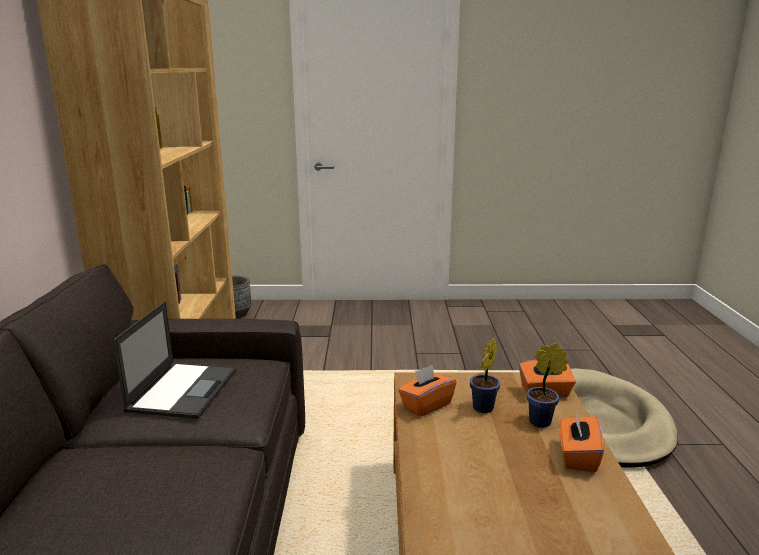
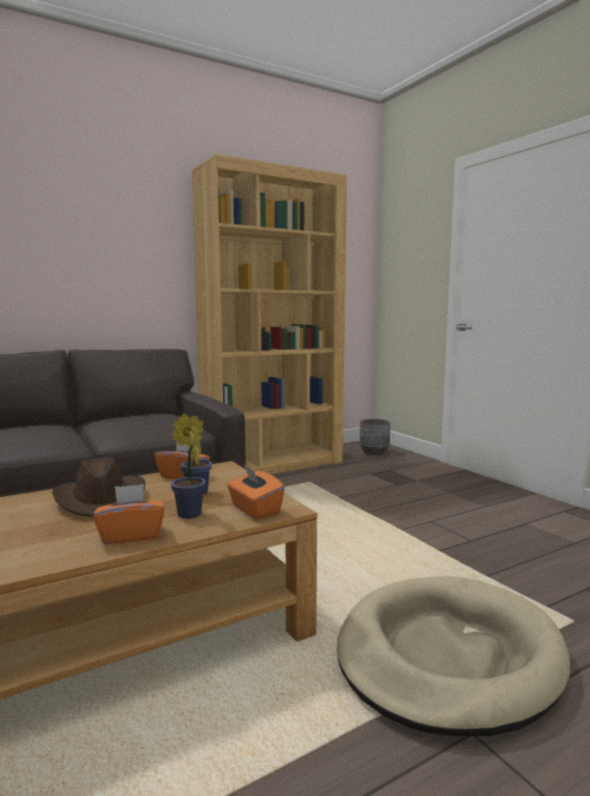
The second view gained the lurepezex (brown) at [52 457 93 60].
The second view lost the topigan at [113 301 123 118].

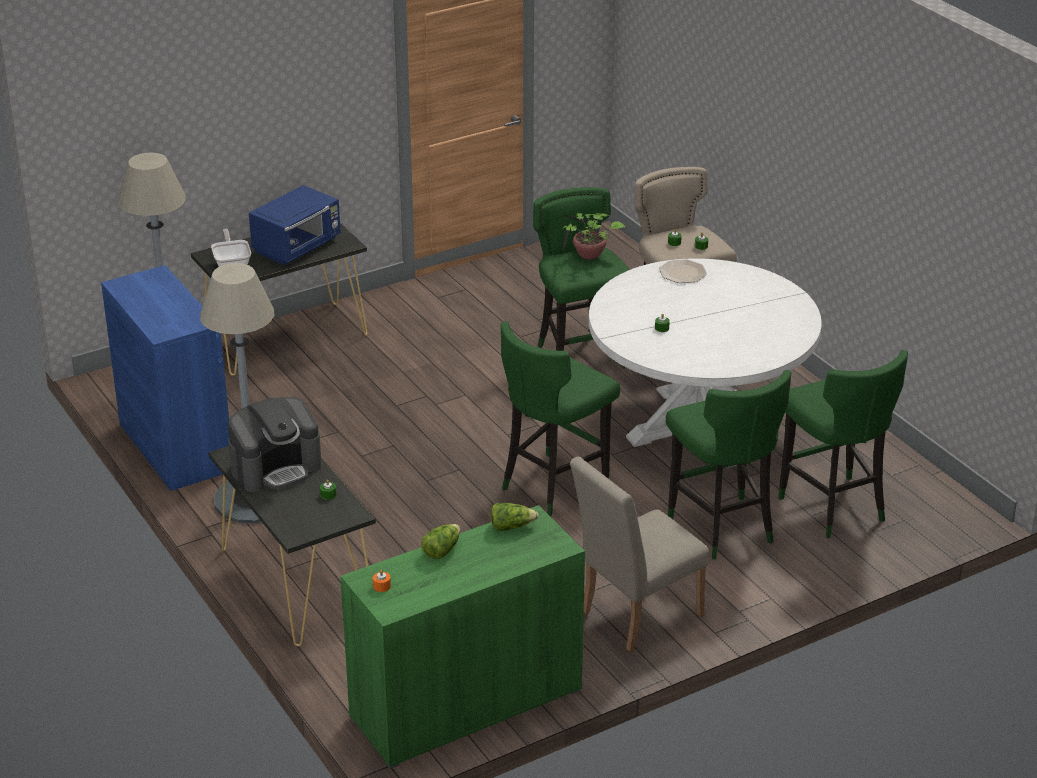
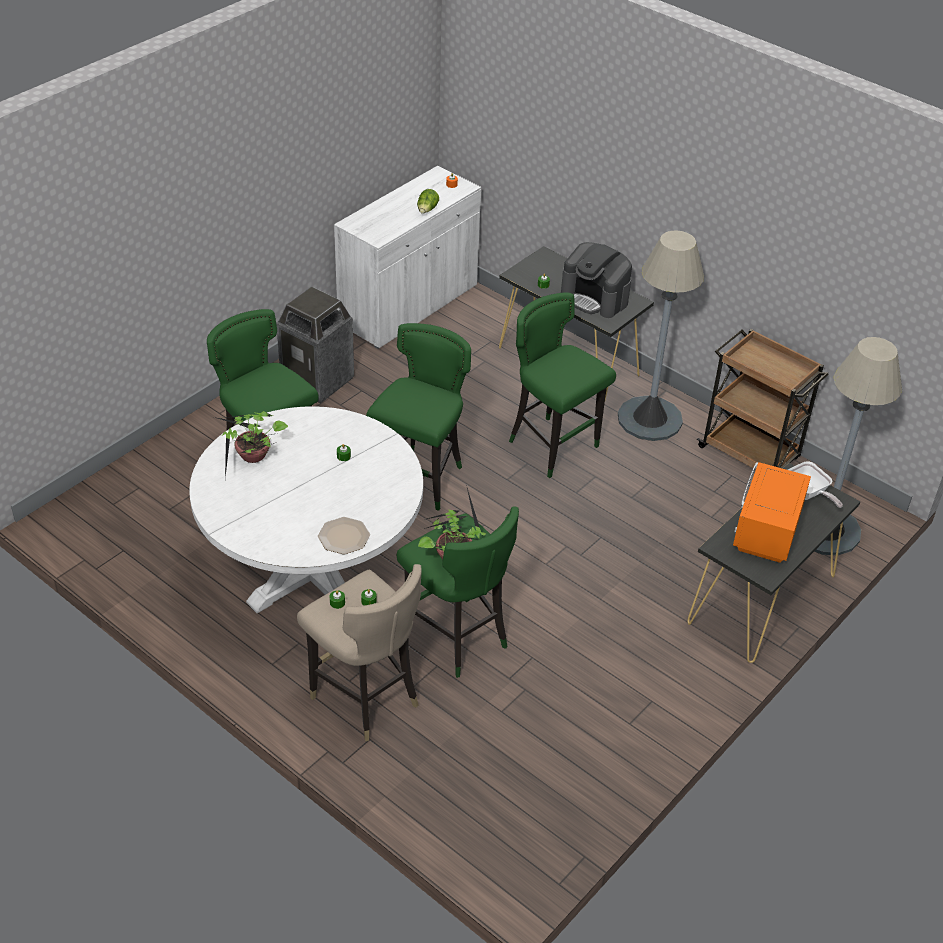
The second view gained the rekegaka at [214 411 74 67].
Where the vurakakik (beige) stood at [570 457 139 195], the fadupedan came to stand at [276 286 78 118].
What was the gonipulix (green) at [341 505 244 264] turned into the gonipulix (white) at [334 166 147 183].
The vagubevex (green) ended up elsewhere, having gone from [778 350 130 188] to [509 292 107 186].
The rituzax at [228 397 94 95] ended up facing another way, 90 degrees counterclockwise from before.
Where the gonipulix (blue) stood at [101 265 128 226], the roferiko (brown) came to stand at [697 329 132 141].
What was the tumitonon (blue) at [249 185 92 80] turned into the tumitonon (orange) at [733 462 78 101].
The second view lost the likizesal at [491 503 48 28].

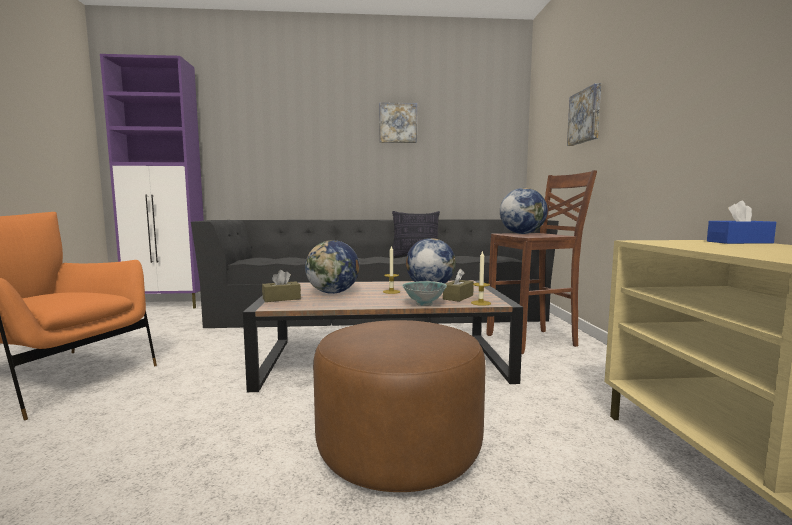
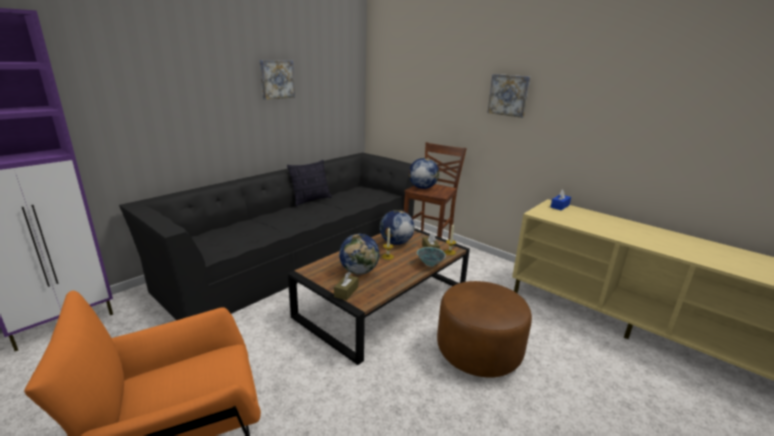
The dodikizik ended up elsewhere, having gone from [567 83 34 63] to [487 74 43 44].

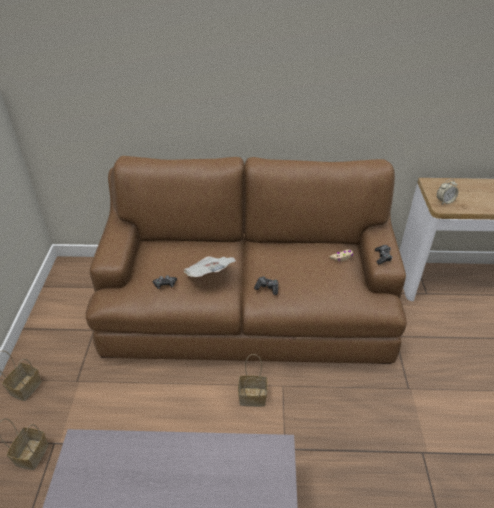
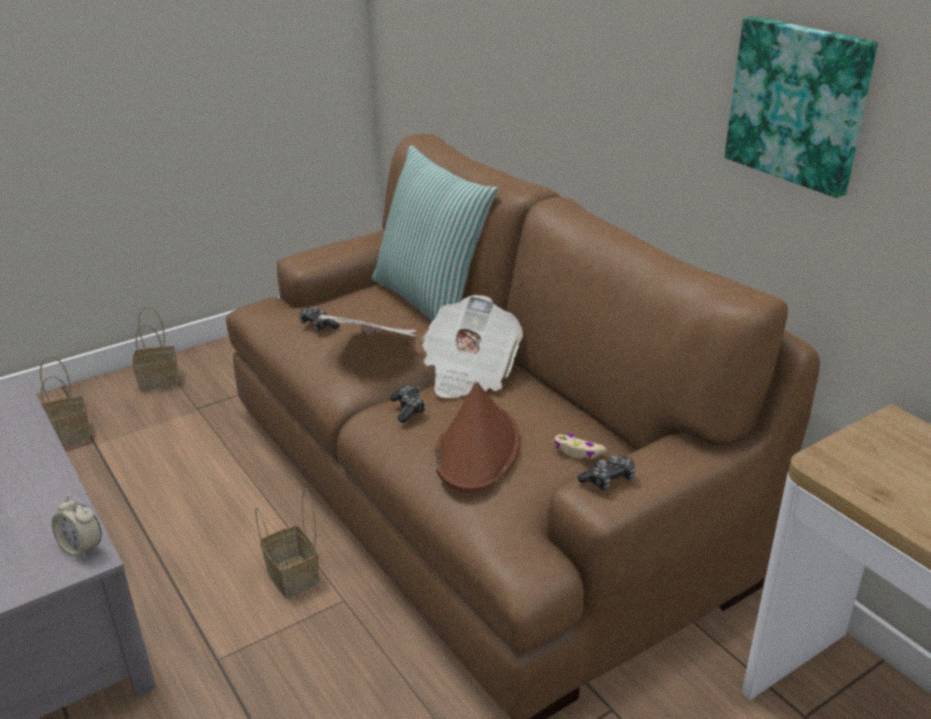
The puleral ended up elsewhere, having gone from [437 179 21 25] to [52 496 49 63].
The second view gained the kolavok at [372 145 125 176].
The second view gained the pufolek at [422 295 101 103].
The second view gained the lurepezex (brown) at [435 382 85 110].
The second view gained the dodikizik at [725 16 153 182].

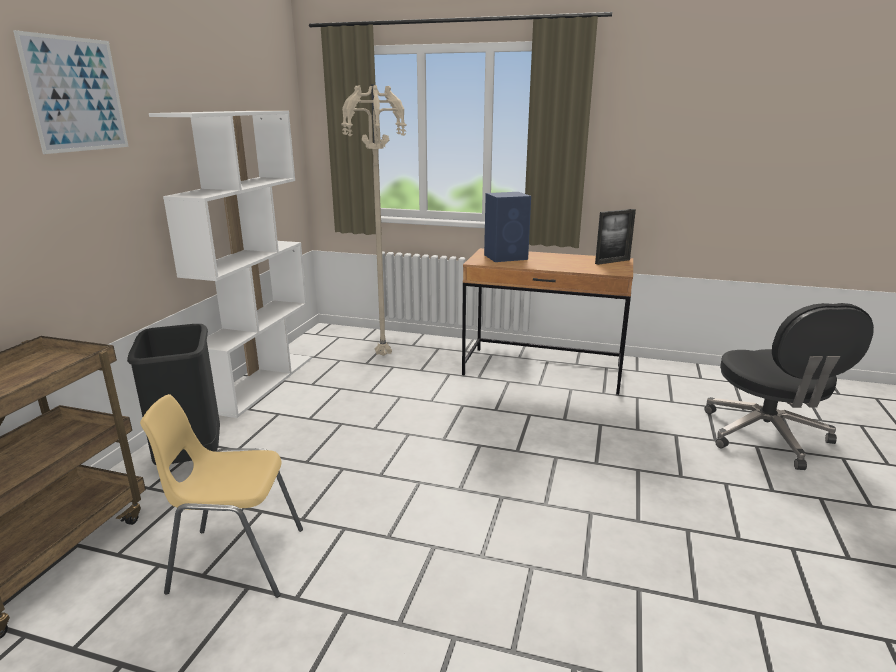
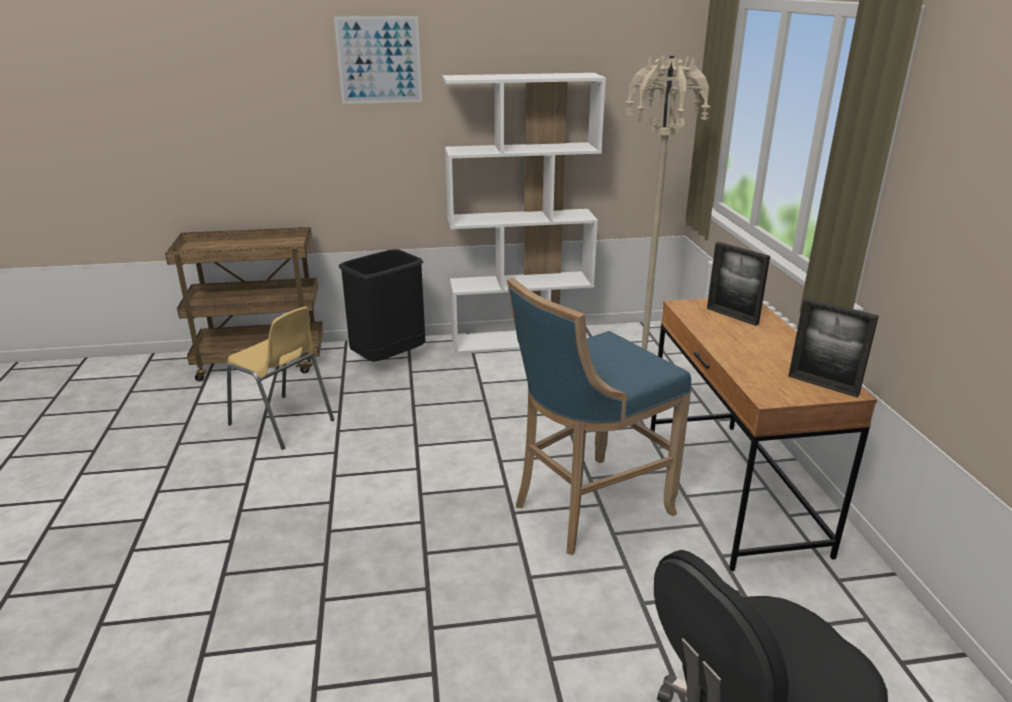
The vurakakik (yellow) at [140 394 163 204] ended up facing another way, 150 degrees clockwise from before.
The second view gained the vagubevex (blue) at [507 278 184 277].
Where the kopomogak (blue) stood at [484 192 47 70], the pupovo came to stand at [707 242 63 84].

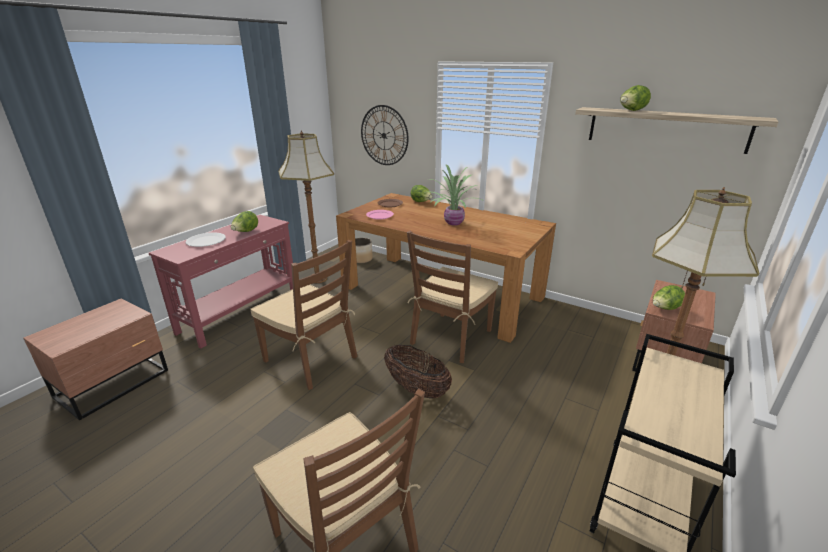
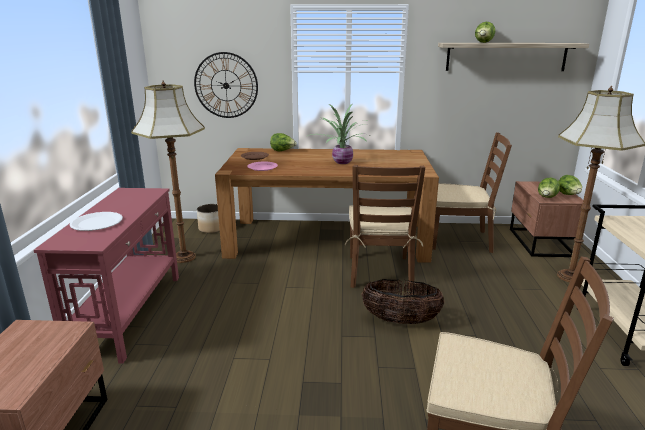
The vurakakik (brown) ended up elsewhere, having gone from [250 240 107 150] to [432 132 80 121].
The likizesal ended up elsewhere, having gone from [231 211 27 21] to [558 175 24 20].

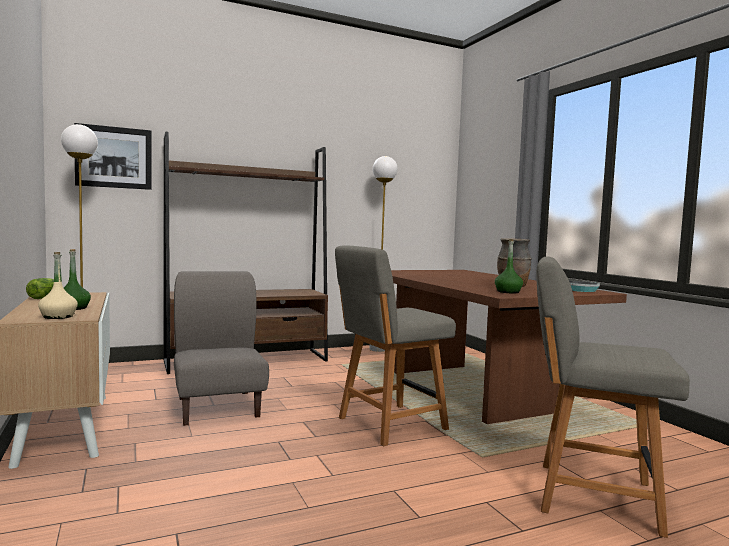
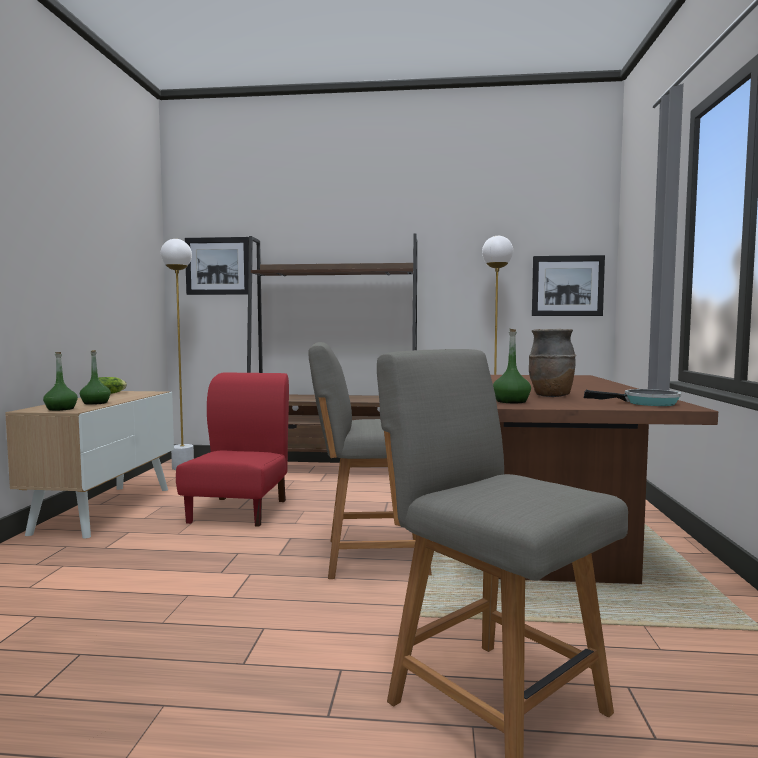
What was the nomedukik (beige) at [38 252 40 67] turned into the nomedukik (green) at [43 352 35 59].
What was the vurakakik (grey) at [174 271 95 155] turned into the vurakakik (red) at [176 372 113 155].
The second view gained the dodikizik at [532 255 73 61].

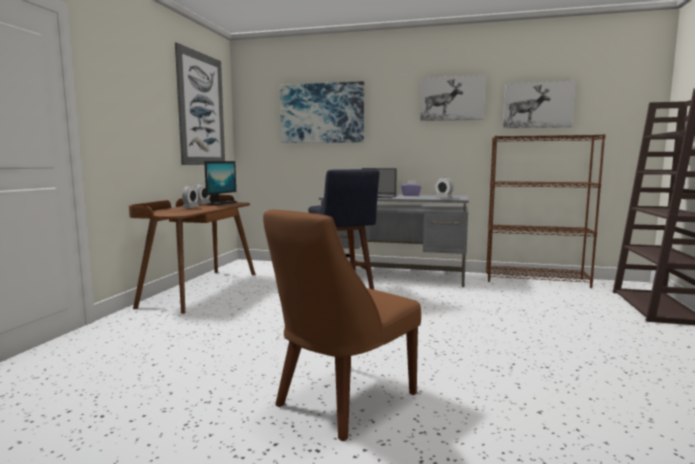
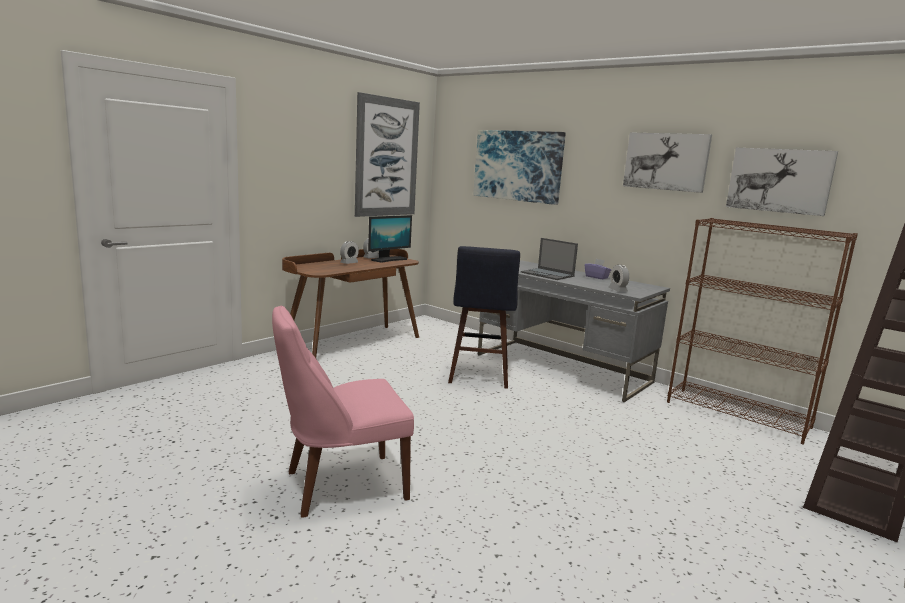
What was the vurakakik (brown) at [263 210 158 231] turned into the vurakakik (pink) at [272 306 142 212].

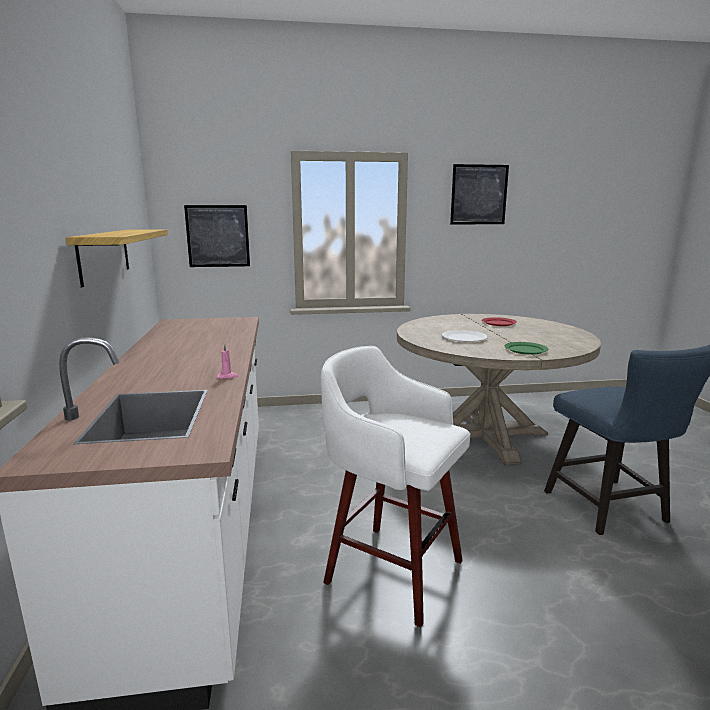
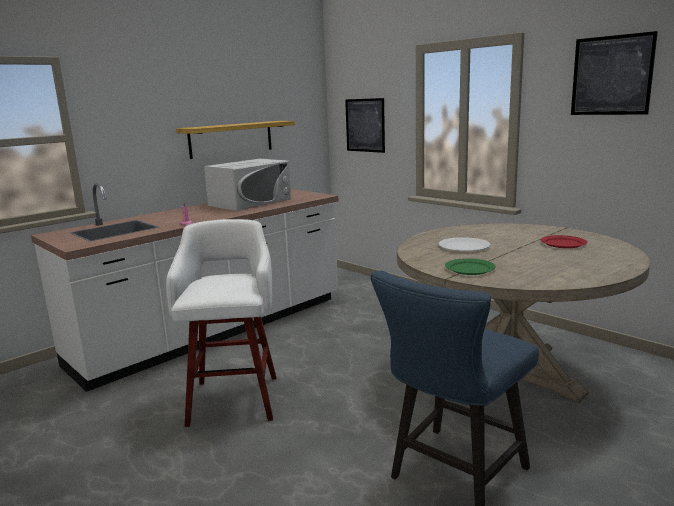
The second view gained the tumitonon (white) at [204 159 87 52].

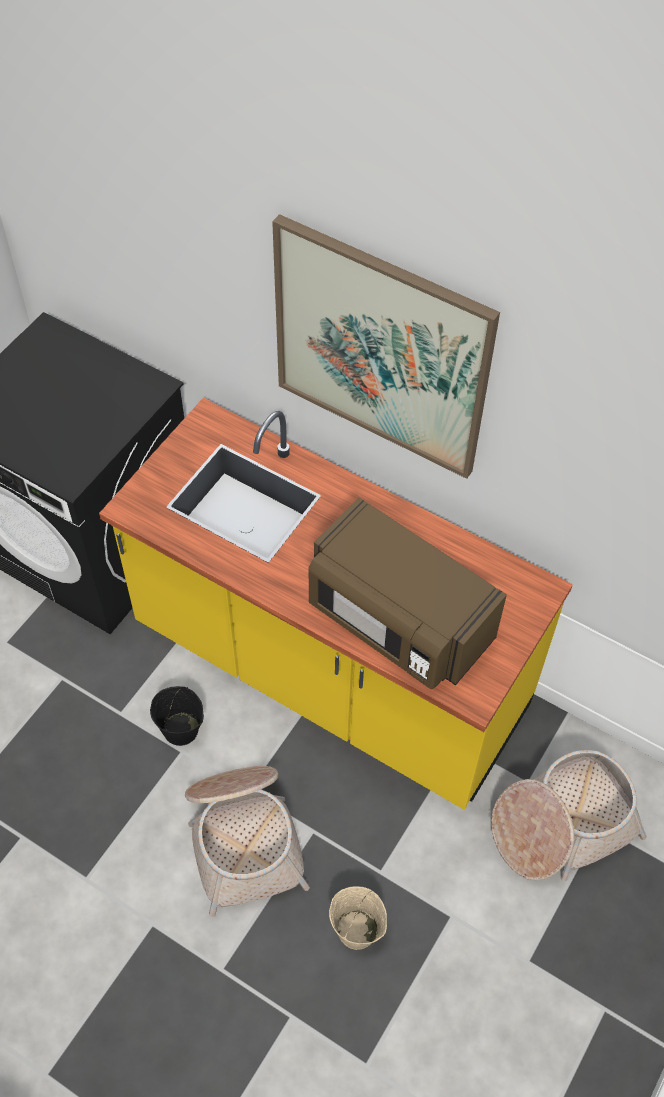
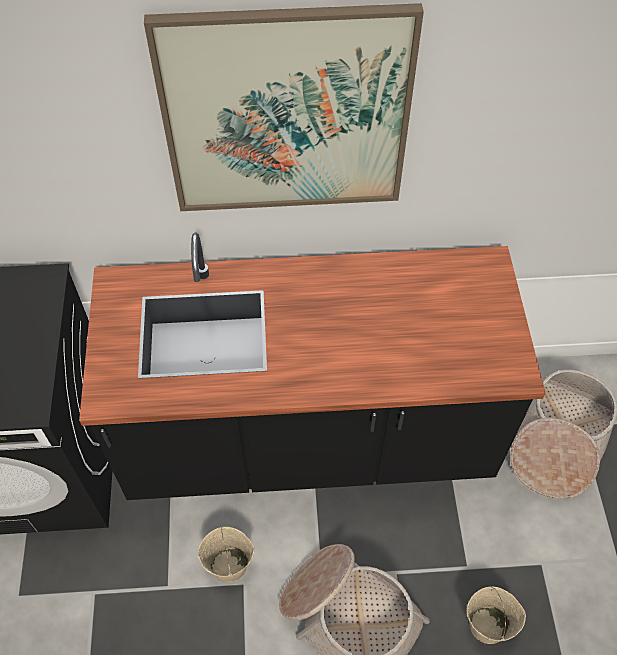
What was the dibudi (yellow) at [99 398 474 412] turned into the dibudi (black) at [79 233 467 267].
What was the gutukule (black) at [150 686 54 60] turned into the gutukule (beige) at [198 527 57 56].
The second view lost the tumitonon (brown) at [309 497 198 192].

